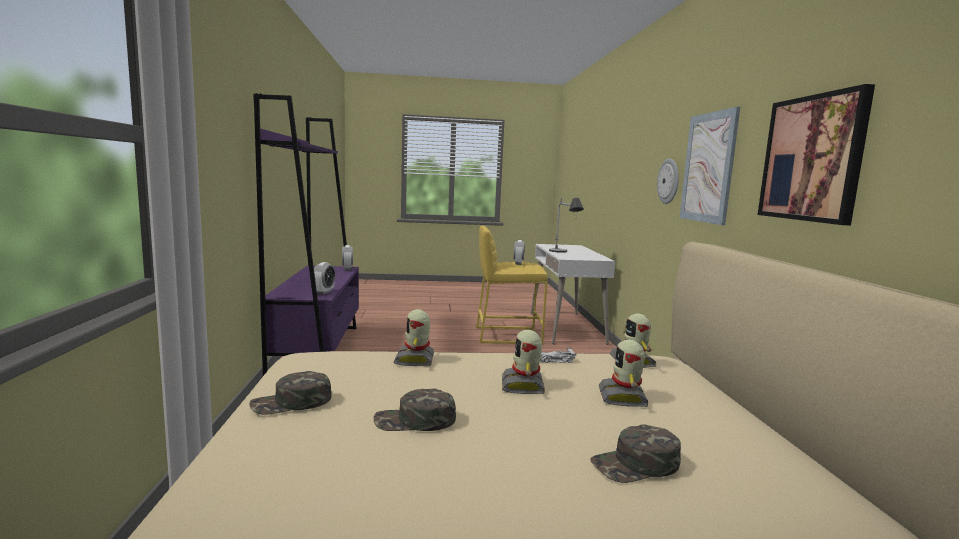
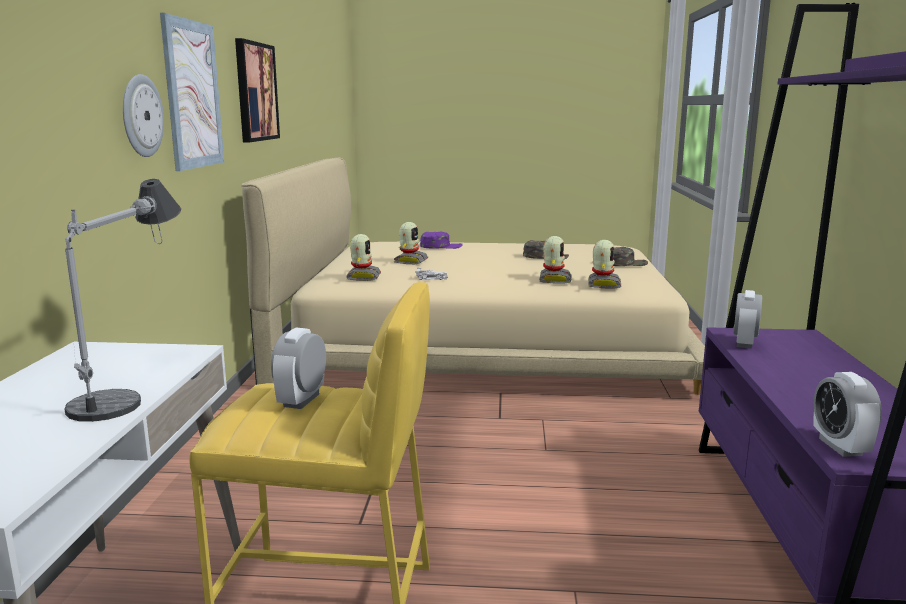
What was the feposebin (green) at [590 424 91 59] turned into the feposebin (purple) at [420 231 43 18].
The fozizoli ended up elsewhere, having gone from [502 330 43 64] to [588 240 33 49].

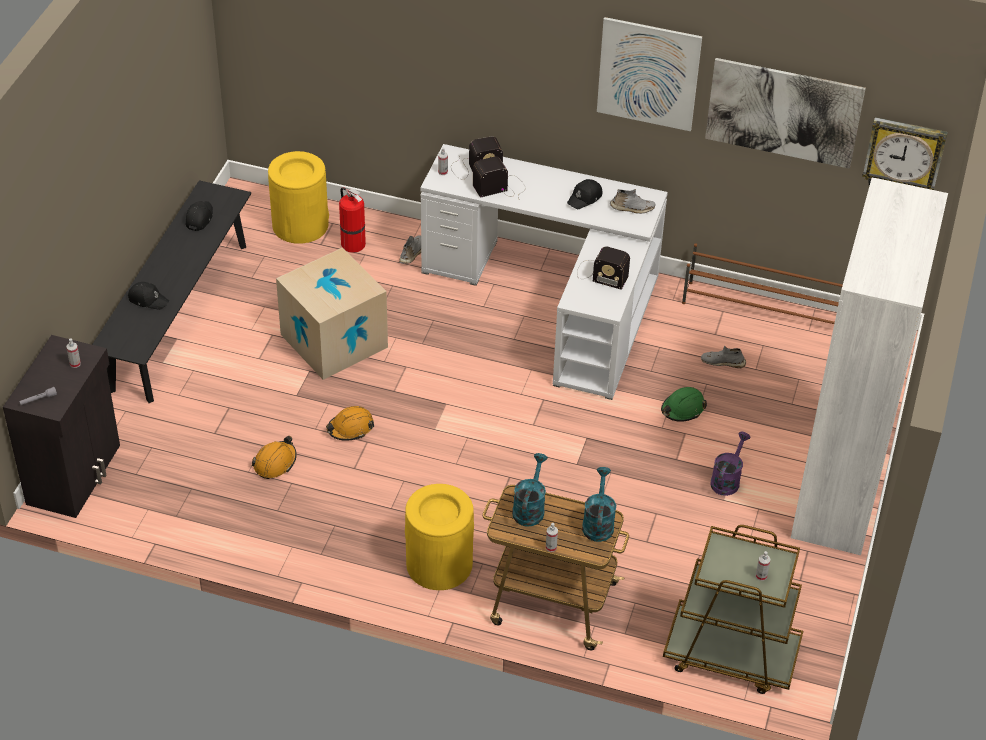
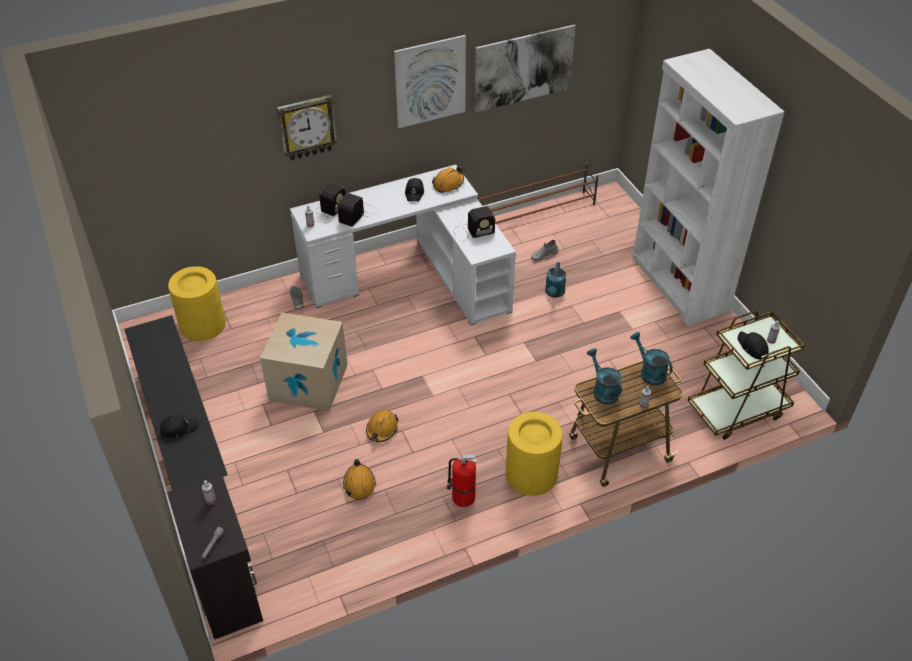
The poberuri ended up elsewhere, having gone from [862 117 86 73] to [277 95 60 65].
Where the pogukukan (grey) stood at [610 189 45 25], the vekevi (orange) came to stand at [432 166 32 27].
The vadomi ended up elsewhere, having gone from [339 187 27 66] to [446 454 32 53].
Where the vekevi (green) stood at [661 387 46 35], the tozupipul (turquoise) came to stand at [545 262 21 36].
The feposebin (black) ended up elsewhere, having gone from [186 201 27 30] to [737 332 32 27].
The second view lost the tozupipul (purple) at [711 432 40 64].

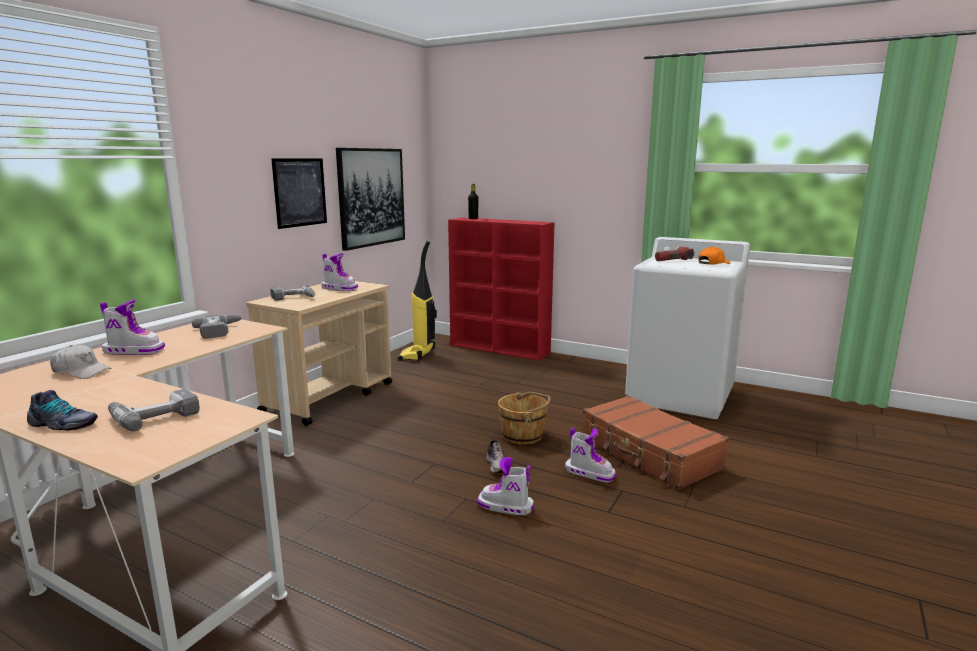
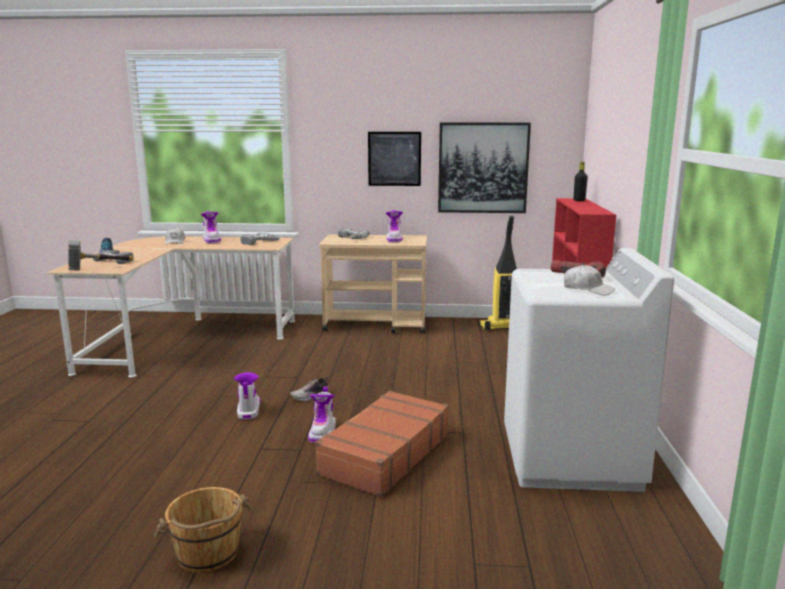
The second view gained the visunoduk at [68 240 66 30].
The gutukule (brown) ended up elsewhere, having gone from [498 392 53 53] to [154 487 98 86].
What was the feposebin (orange) at [698 246 32 19] turned into the feposebin (white) at [564 265 52 31].

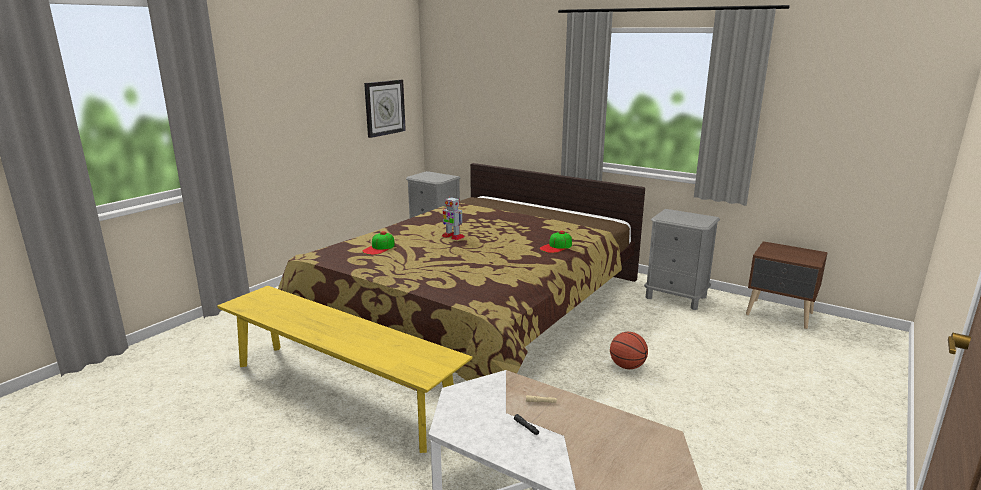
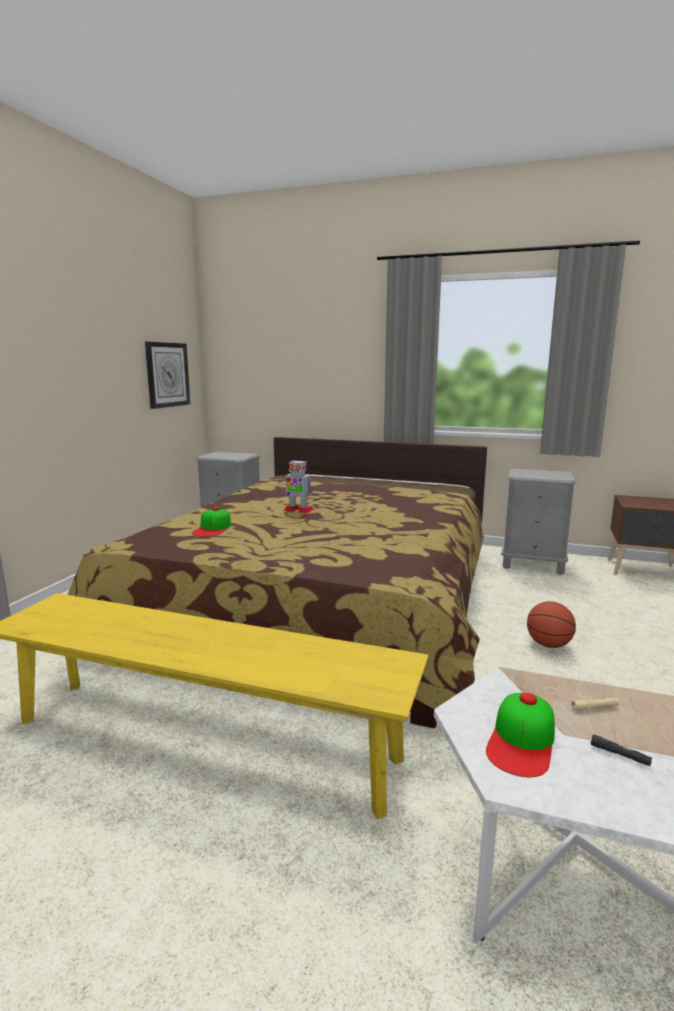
The feposebin ended up elsewhere, having gone from [540 231 32 22] to [486 693 69 84].

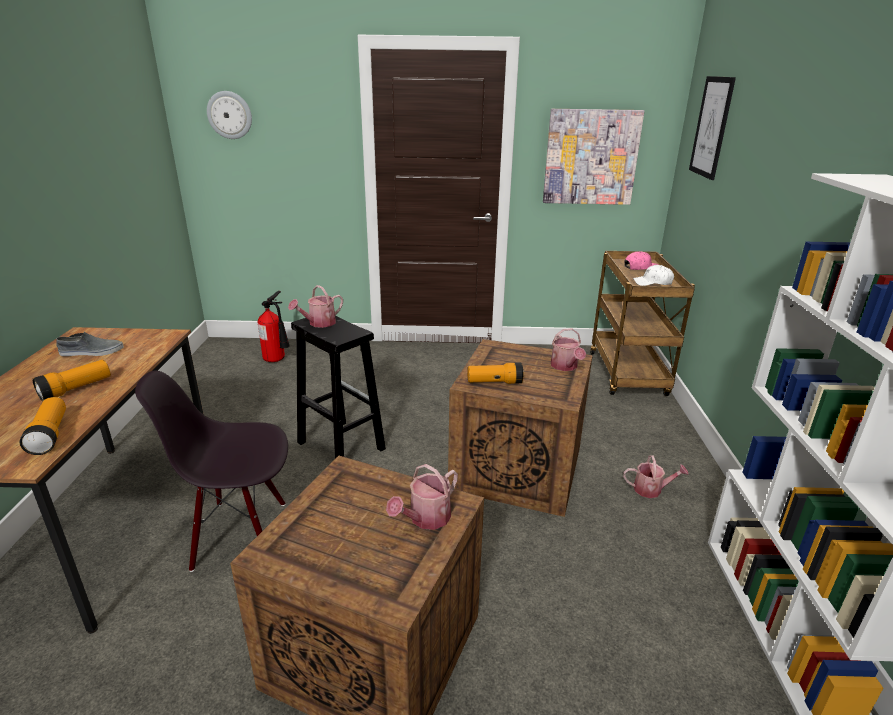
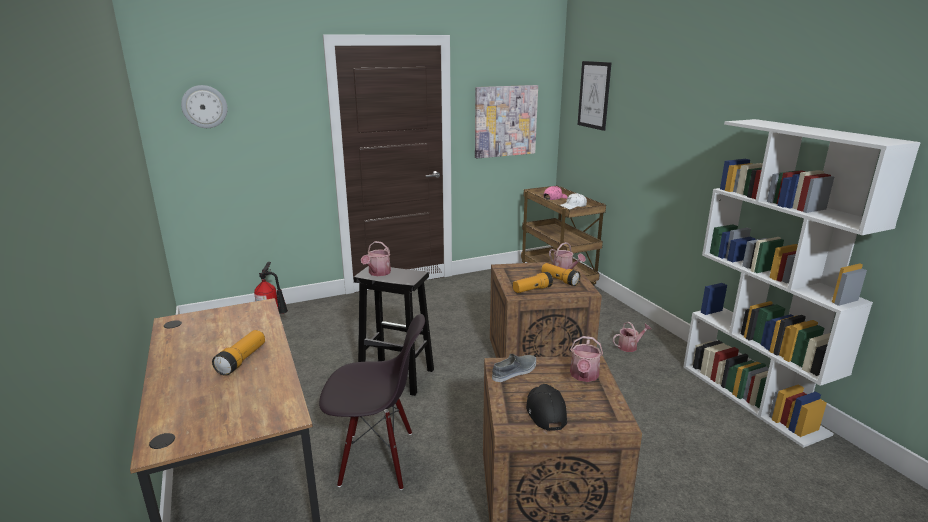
The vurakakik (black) at [135 370 153 202] ended up facing another way, 150 degrees counterclockwise from before.
The pogukukan (grey) ended up elsewhere, having gone from [56 332 68 24] to [492 354 44 28].
The second view gained the feposebin (black) at [526 384 41 47].
The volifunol ended up elsewhere, having gone from [20 397 46 58] to [541 263 40 23].

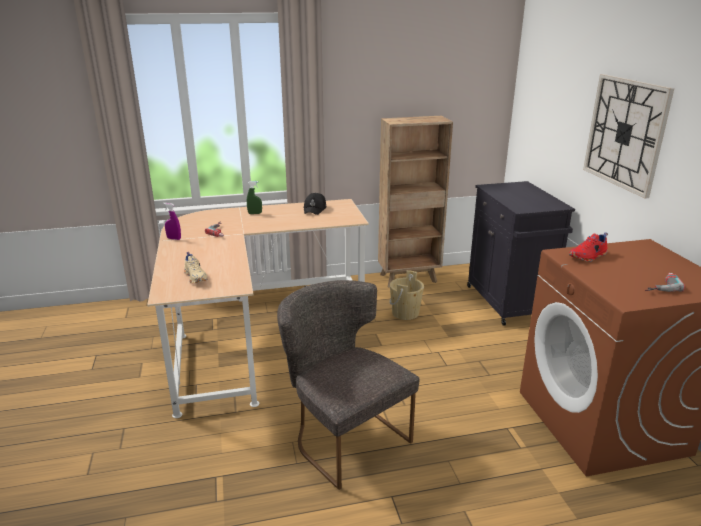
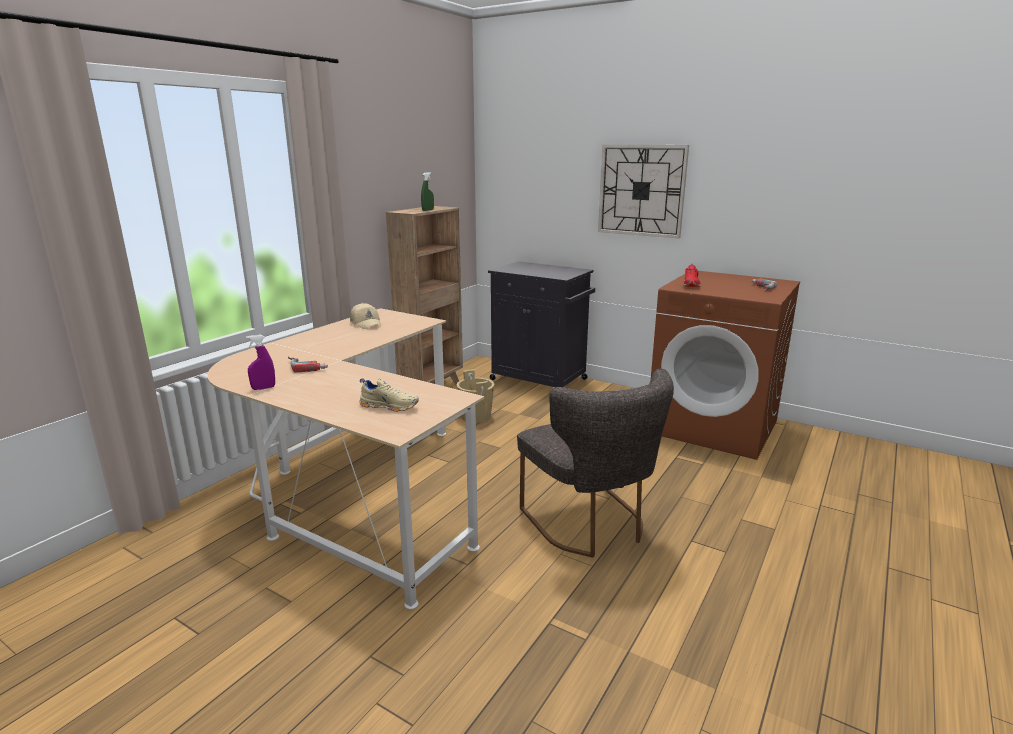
What was the feposebin (black) at [304 193 22 22] turned into the feposebin (beige) at [350 303 31 26].
The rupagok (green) ended up elsewhere, having gone from [247 181 15 33] to [421 172 13 39].
The vurakakik (grey) at [277 280 143 210] ended up facing another way, 120 degrees counterclockwise from before.

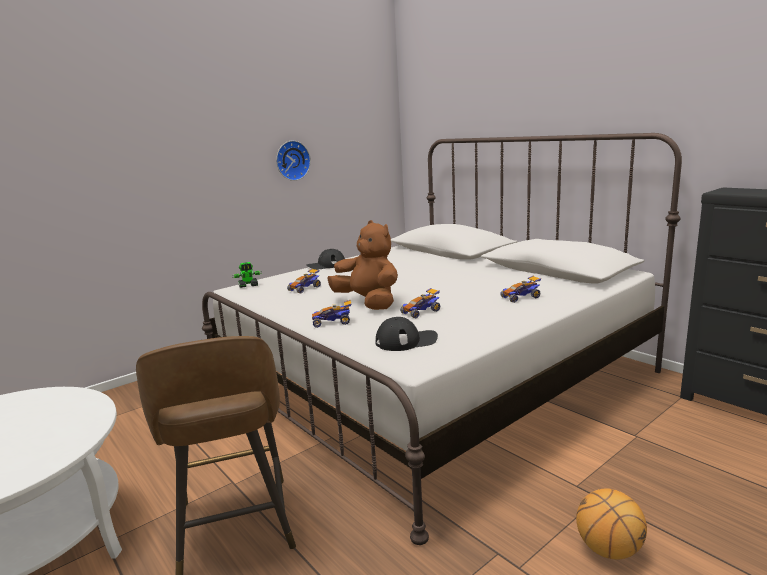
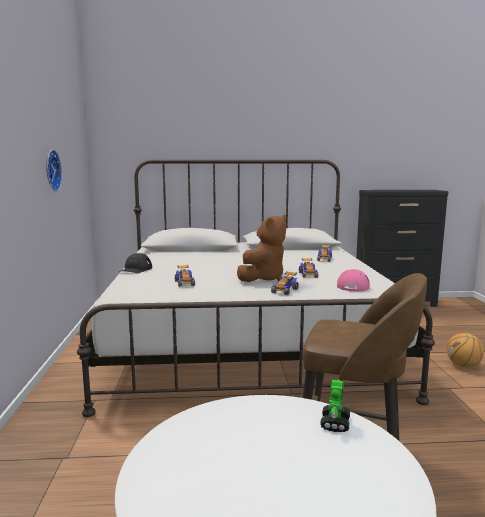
The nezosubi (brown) at [327 220 71 90] ended up facing another way, 135 degrees clockwise from before.
The fozizoli ended up elsewhere, having gone from [233 262 29 26] to [320 380 30 52].
What was the feposebin (black) at [375 317 63 34] turned into the feposebin (pink) at [337 269 33 23].

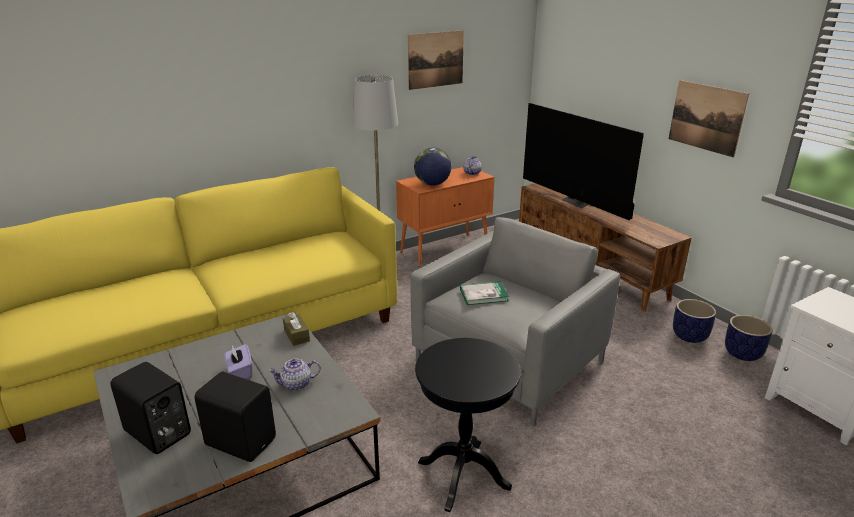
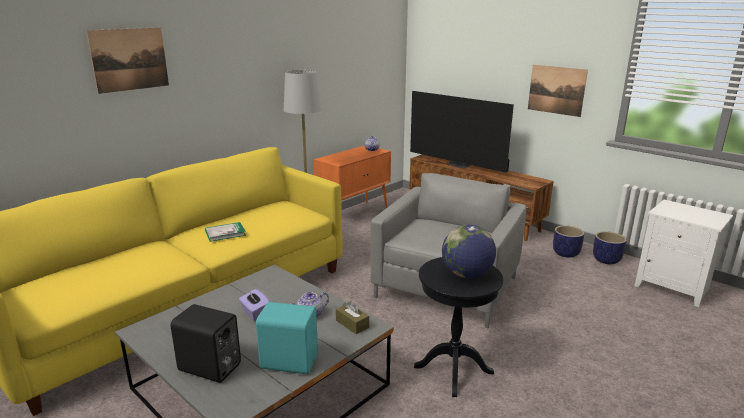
The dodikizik ended up elsewhere, having gone from [408 30 56 60] to [86 27 83 67].
The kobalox ended up elsewhere, having gone from [460 282 49 23] to [205 222 41 20].
What was the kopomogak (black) at [195 372 81 90] turned into the kopomogak (turquoise) at [256 302 62 72].
The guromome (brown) ended up elsewhere, having gone from [283 312 27 34] to [336 301 33 33].
The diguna ended up elsewhere, having gone from [414 148 37 38] to [442 225 54 53].

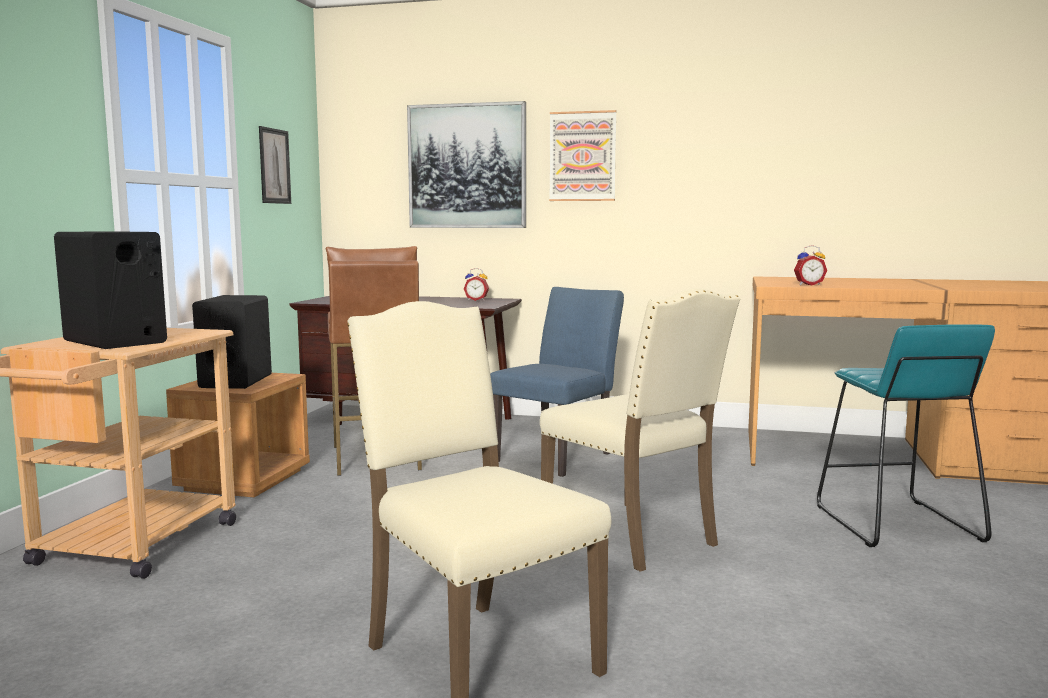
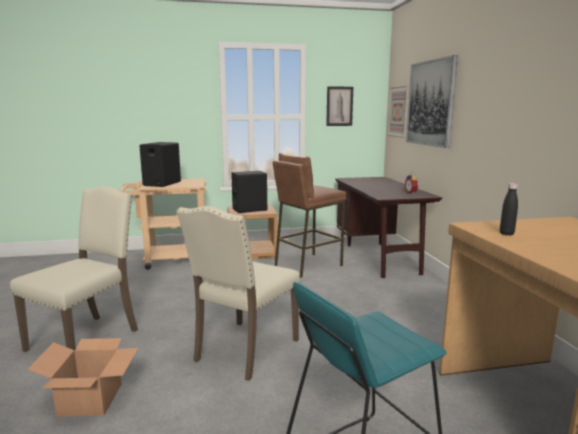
The second view gained the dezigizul at [27 338 111 79].
The dodikizik ended up elsewhere, having gone from [549 110 67 91] to [388 86 21 52].
Where the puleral stood at [794 245 33 40], the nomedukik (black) came to stand at [500 183 18 53].
The second view lost the vurakakik (blue) at [490 287 134 190].

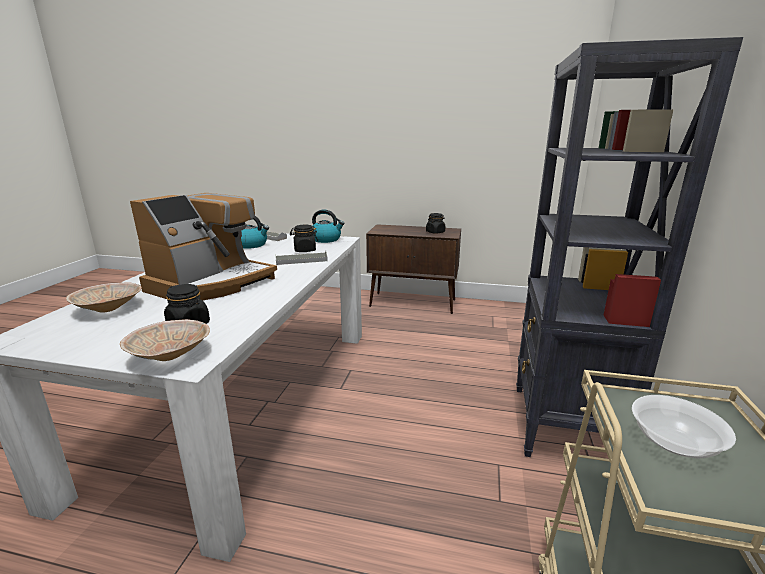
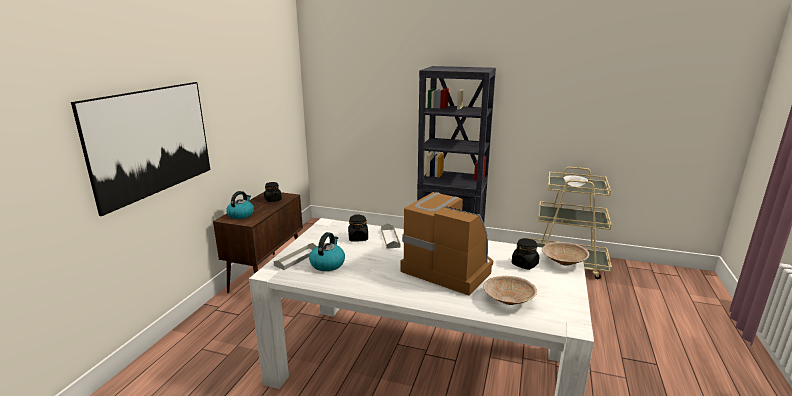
The second view gained the dodikizik at [71 82 139 134].
The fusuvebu ended up elsewhere, having gone from [312 210 32 33] to [226 191 28 28].

